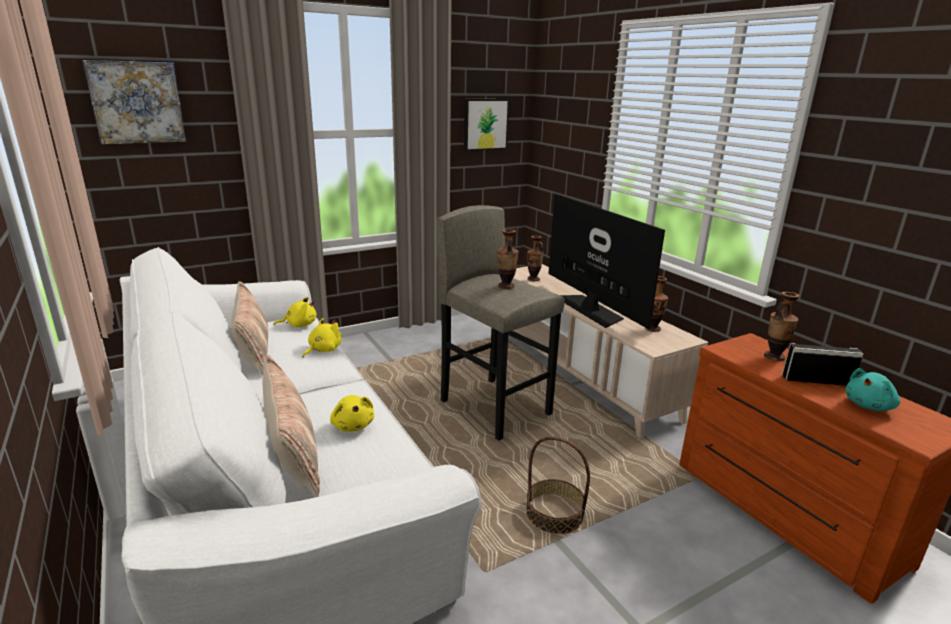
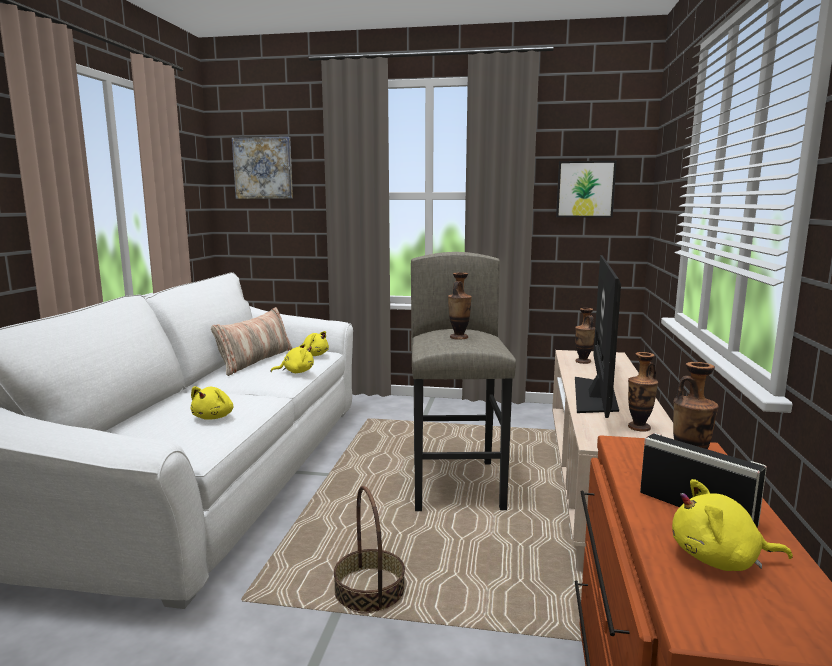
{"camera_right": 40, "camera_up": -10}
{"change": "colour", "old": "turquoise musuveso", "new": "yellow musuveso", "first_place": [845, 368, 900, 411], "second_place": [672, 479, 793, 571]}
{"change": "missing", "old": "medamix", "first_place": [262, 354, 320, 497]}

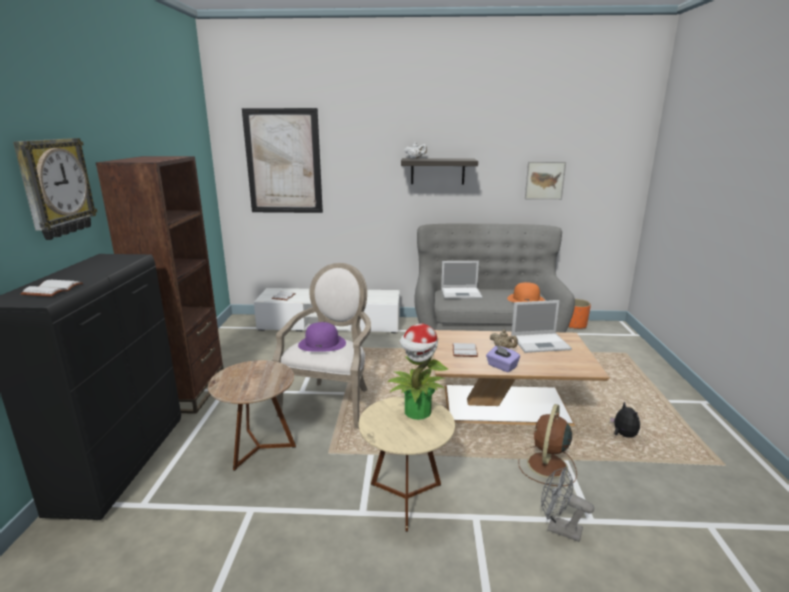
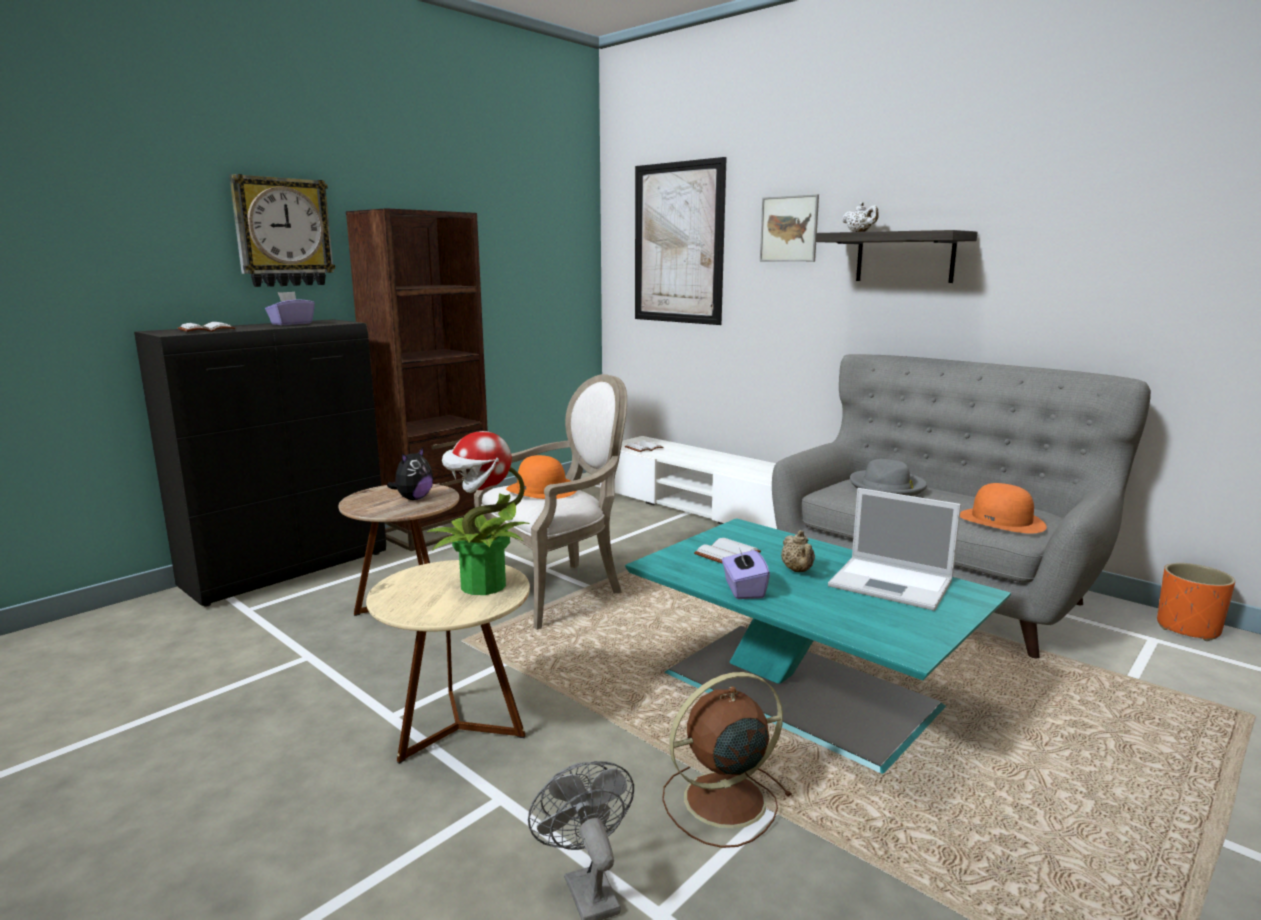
{"camera_right": 40, "camera_up": -5}
{"change": "appeared", "new": "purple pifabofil", "second_place": [265, 291, 315, 325]}
{"change": "relocated", "old": "musuveso", "first_place": [610, 402, 640, 438], "second_place": [387, 448, 433, 500]}
{"change": "colour", "old": "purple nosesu", "new": "orange nosesu", "first_place": [298, 322, 346, 352], "second_place": [506, 455, 576, 499]}
{"change": "colour", "old": "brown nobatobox", "new": "turquoise nobatobox", "first_place": [434, 330, 610, 426], "second_place": [625, 518, 1011, 774]}
{"change": "relocated", "old": "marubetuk", "first_place": [525, 162, 566, 200], "second_place": [760, 194, 819, 262]}
{"change": "exchanged", "old": "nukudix", "new": "grey nosesu", "first_place": [441, 261, 483, 299], "second_place": [850, 459, 927, 496]}

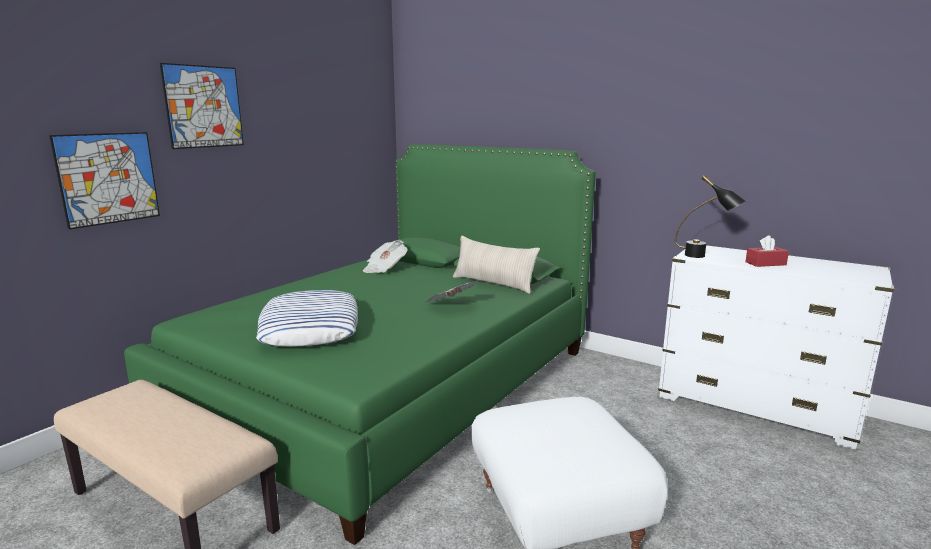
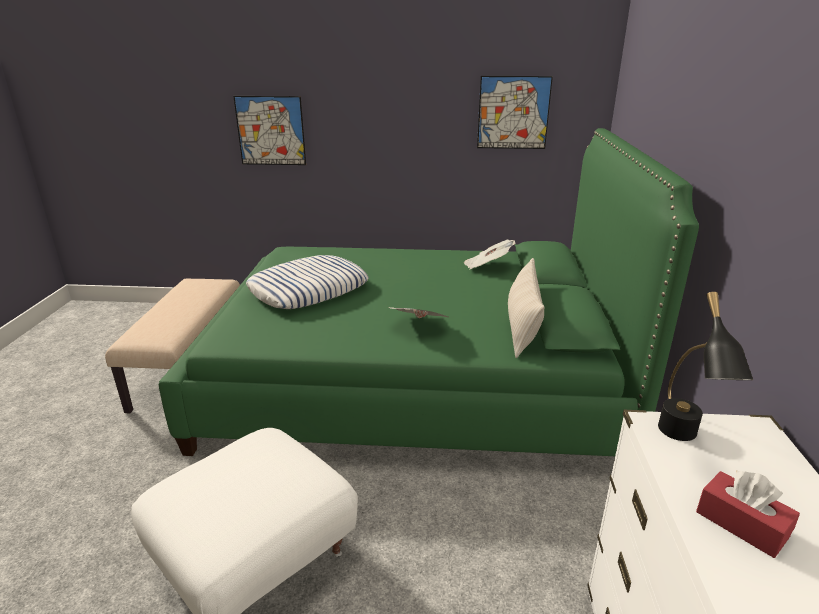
{"camera_right": 60, "camera_up": 10}
{"change": "relocated", "old": "marubetuk", "first_place": [160, 63, 244, 149], "second_place": [477, 76, 553, 149]}

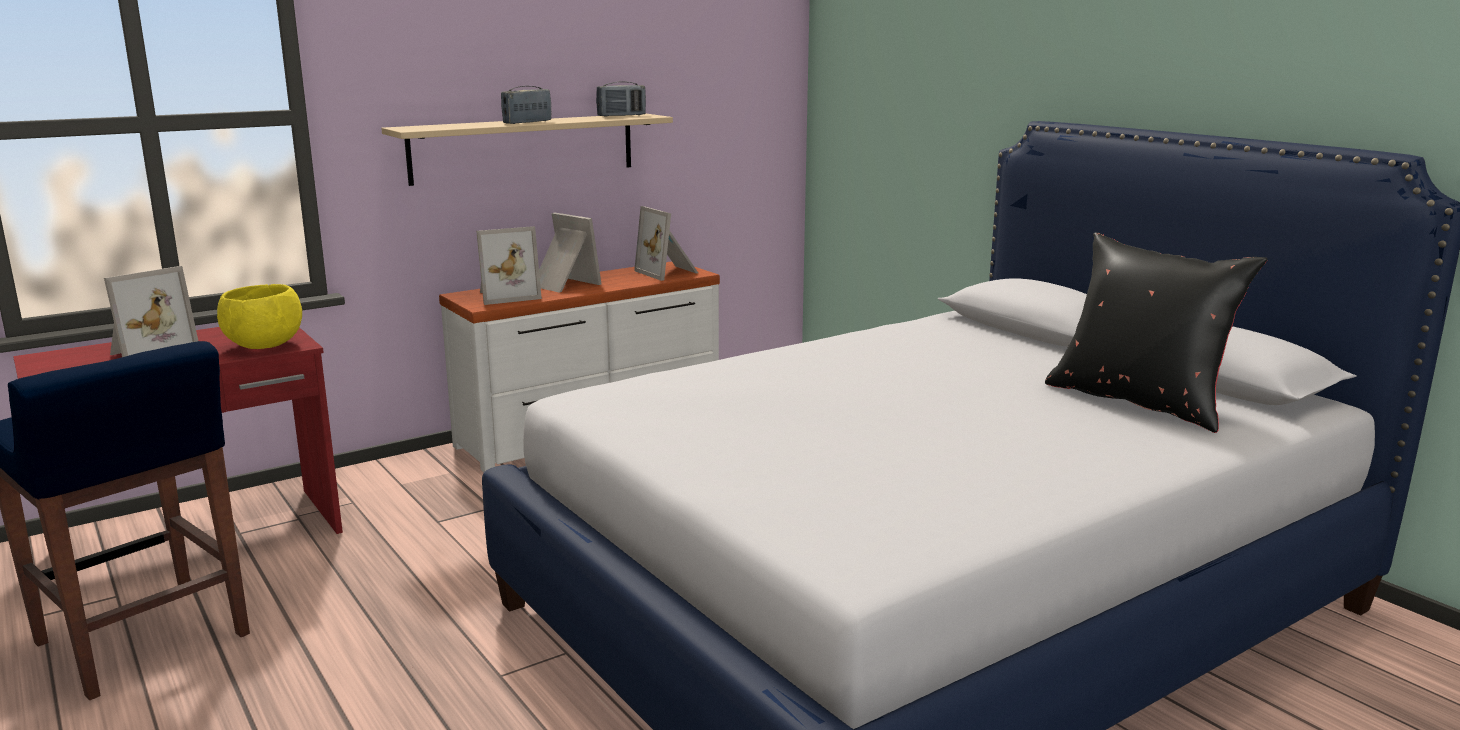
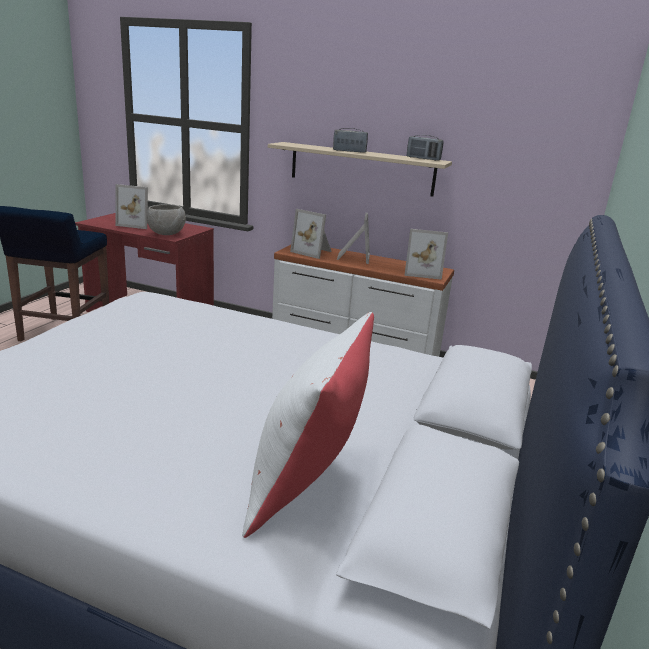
{"camera_right": 55, "camera_up": 5}
{"change": "colour", "old": "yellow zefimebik", "new": "grey zefimebik", "first_place": [217, 284, 302, 349], "second_place": [147, 204, 186, 235]}
{"change": "colour", "old": "black medamix", "new": "white medamix", "first_place": [1045, 232, 1268, 433], "second_place": [242, 312, 374, 538]}
{"change": "spun", "old": "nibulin", "first_place": [634, 206, 698, 281], "second_place": [405, 229, 448, 280], "degrees": -105}

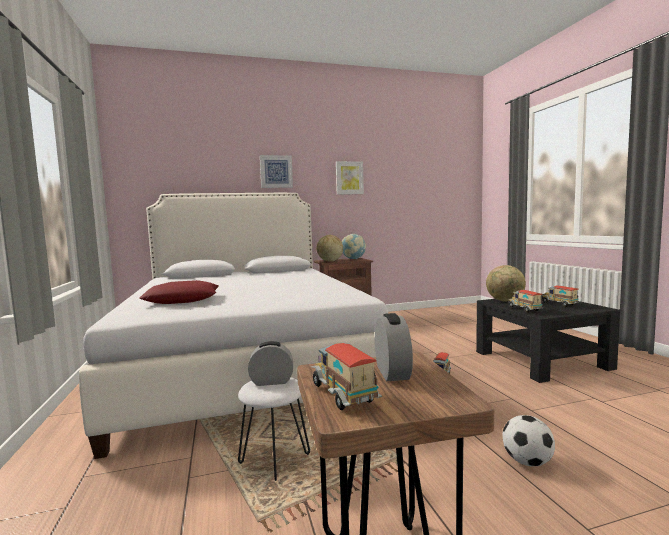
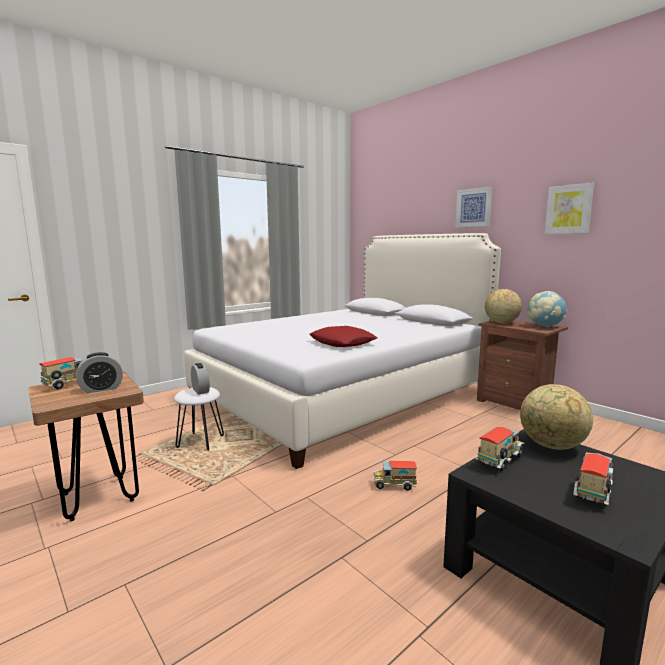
{"camera_right": 65, "camera_up": 5}
{"change": "relocated", "old": "red medamix", "first_place": [140, 280, 219, 304], "second_place": [309, 326, 377, 347]}
{"change": "missing", "old": "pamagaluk", "first_place": [503, 415, 555, 466]}

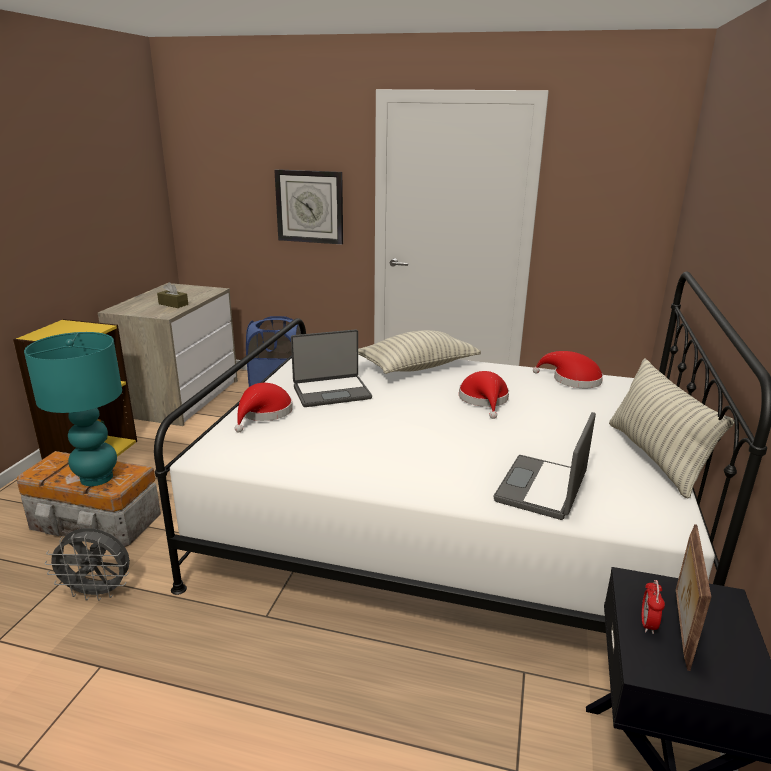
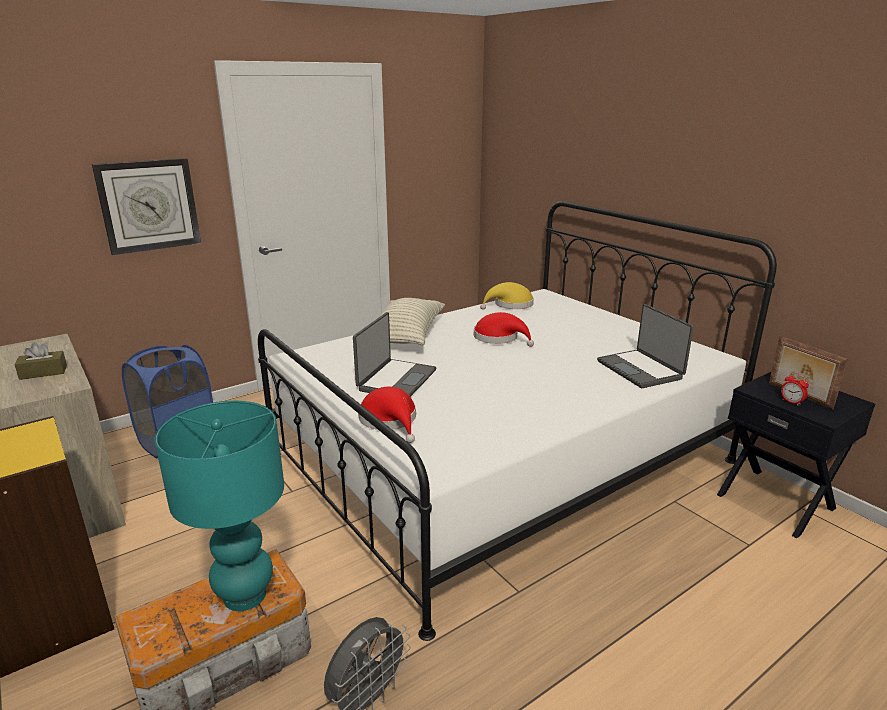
{"camera_right": -50, "camera_up": 0}
{"change": "colour", "old": "red nosesu", "new": "yellow nosesu", "first_place": [533, 351, 603, 388], "second_place": [480, 282, 534, 309]}
{"change": "missing", "old": "medamix", "first_place": [609, 358, 734, 498]}

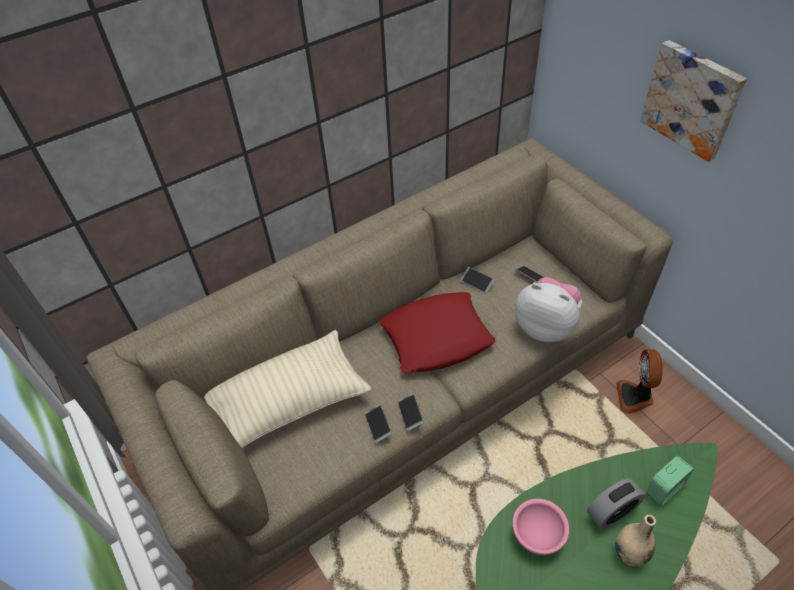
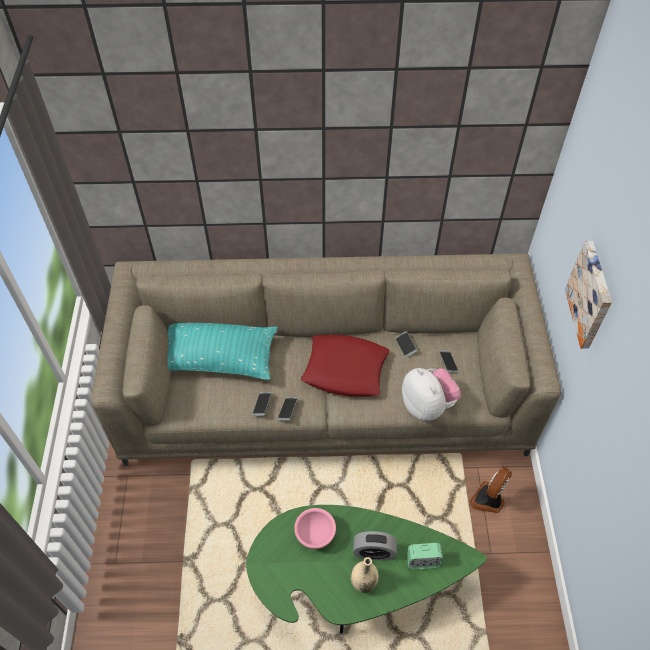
{"camera_right": 30, "camera_up": 5}
{"change": "colour", "old": "beige medamix", "new": "turquoise medamix", "first_place": [204, 330, 372, 448], "second_place": [167, 323, 278, 381]}

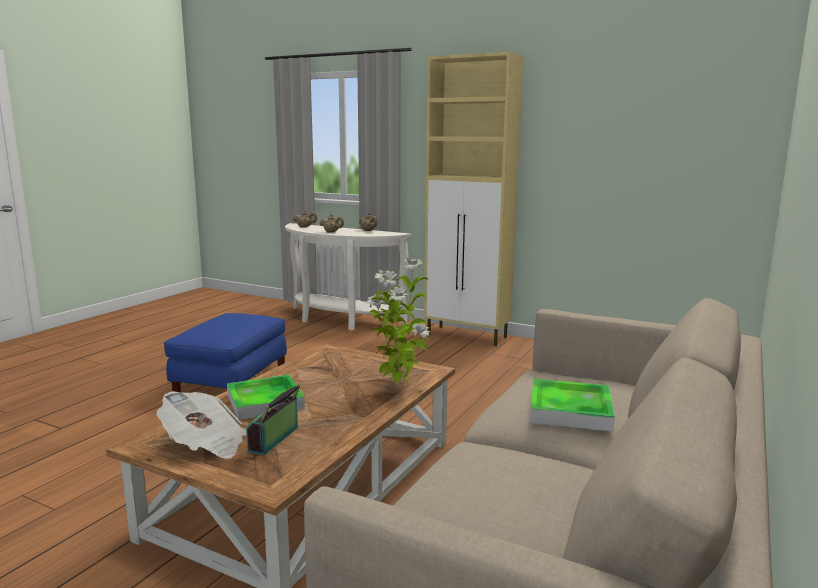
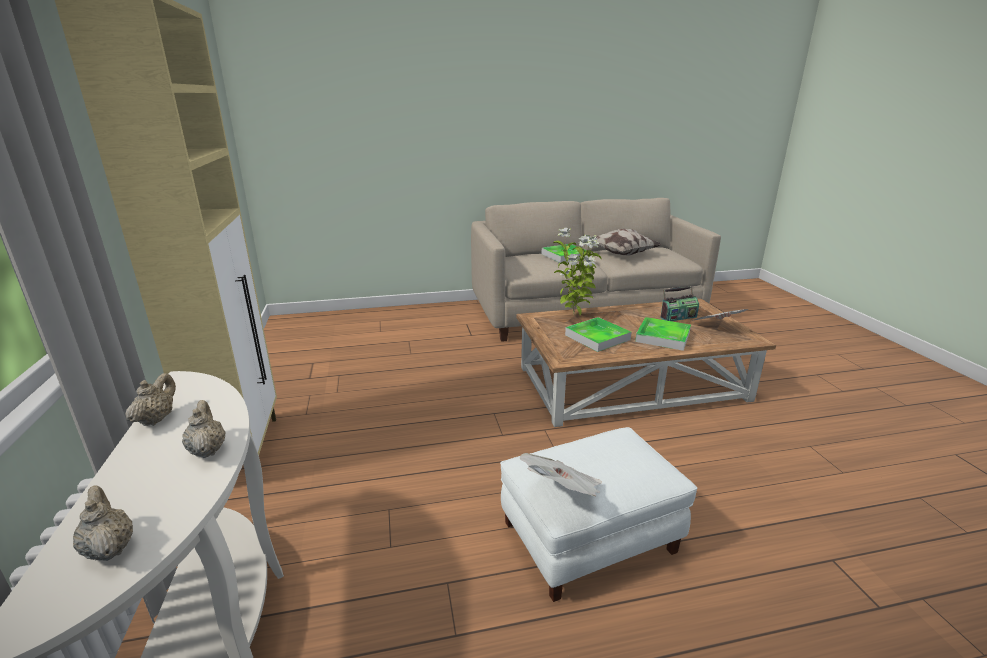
{"camera_right": -130, "camera_up": 10}
{"change": "colour", "old": "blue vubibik", "new": "white vubibik", "first_place": [164, 313, 287, 392], "second_place": [500, 427, 698, 602]}
{"change": "appeared", "new": "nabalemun", "second_place": [520, 453, 602, 496]}
{"change": "appeared", "new": "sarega", "second_place": [565, 317, 631, 352]}
{"change": "appeared", "new": "medamix", "second_place": [592, 229, 662, 256]}

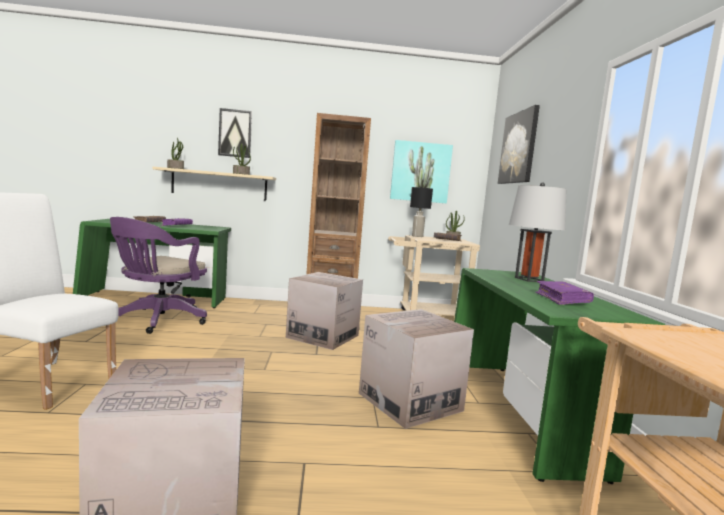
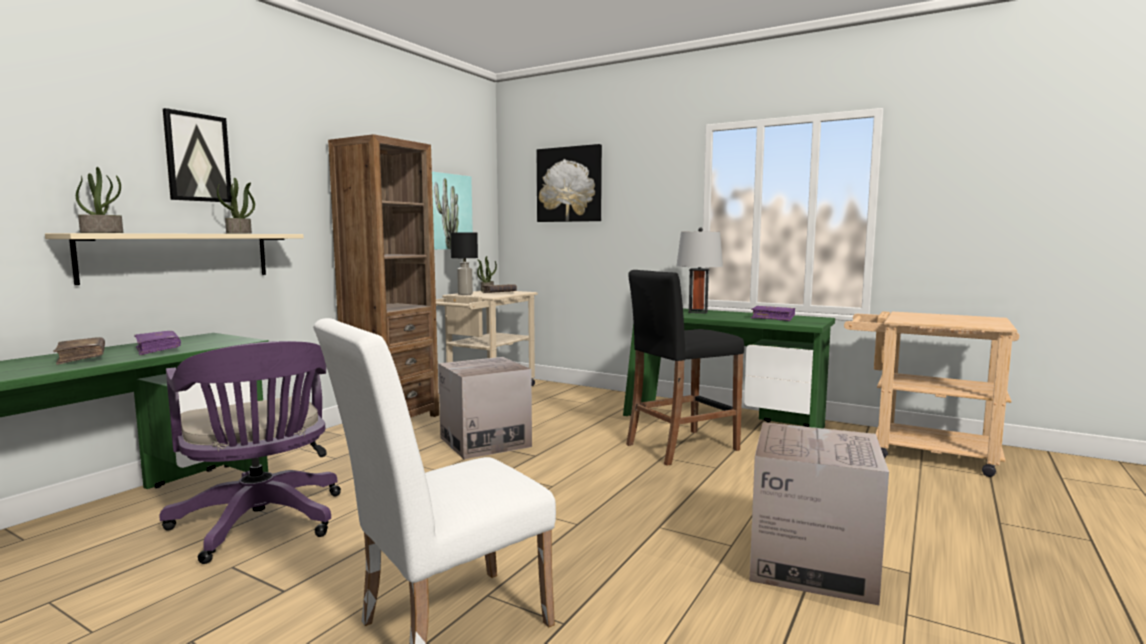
{"camera_right": -55, "camera_up": 0}
{"change": "exchanged", "old": "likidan", "new": "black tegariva", "first_place": [359, 309, 474, 429], "second_place": [626, 270, 744, 465]}

